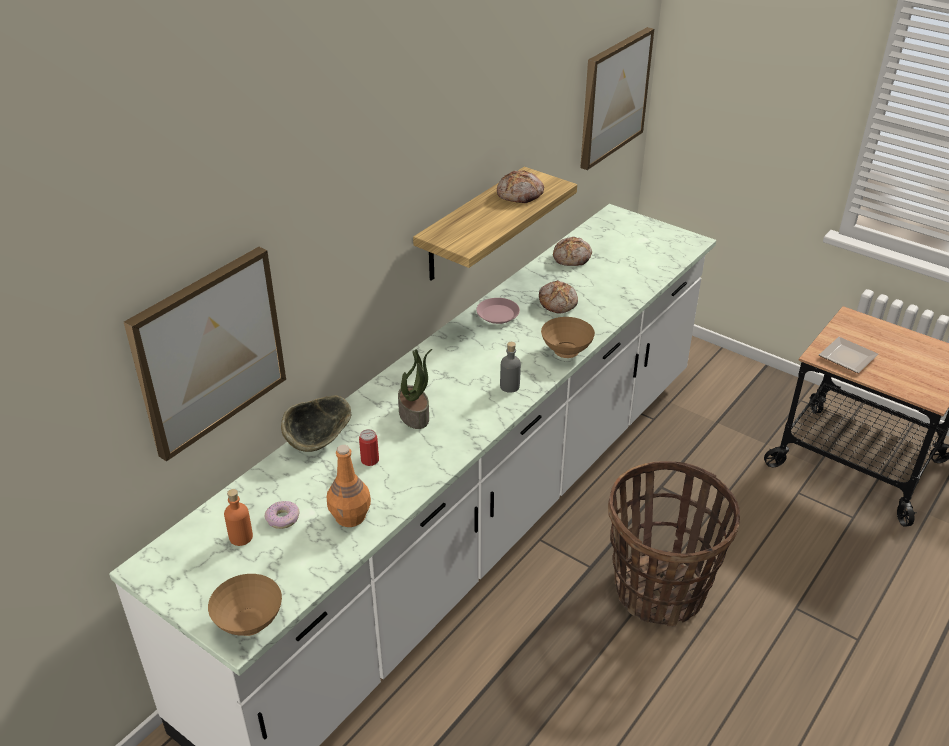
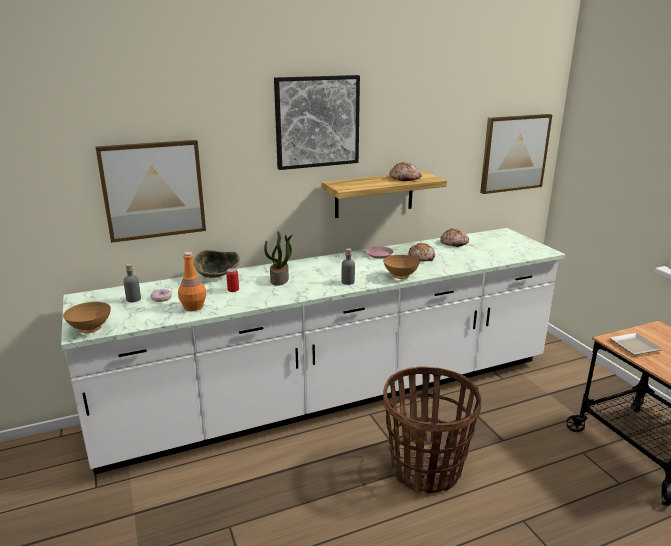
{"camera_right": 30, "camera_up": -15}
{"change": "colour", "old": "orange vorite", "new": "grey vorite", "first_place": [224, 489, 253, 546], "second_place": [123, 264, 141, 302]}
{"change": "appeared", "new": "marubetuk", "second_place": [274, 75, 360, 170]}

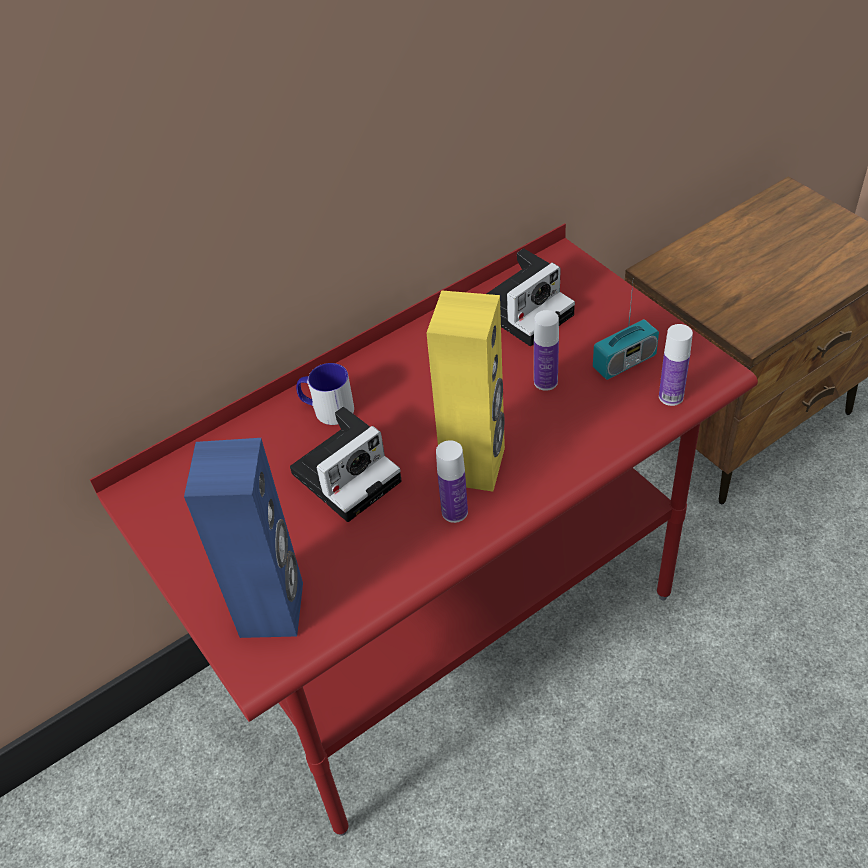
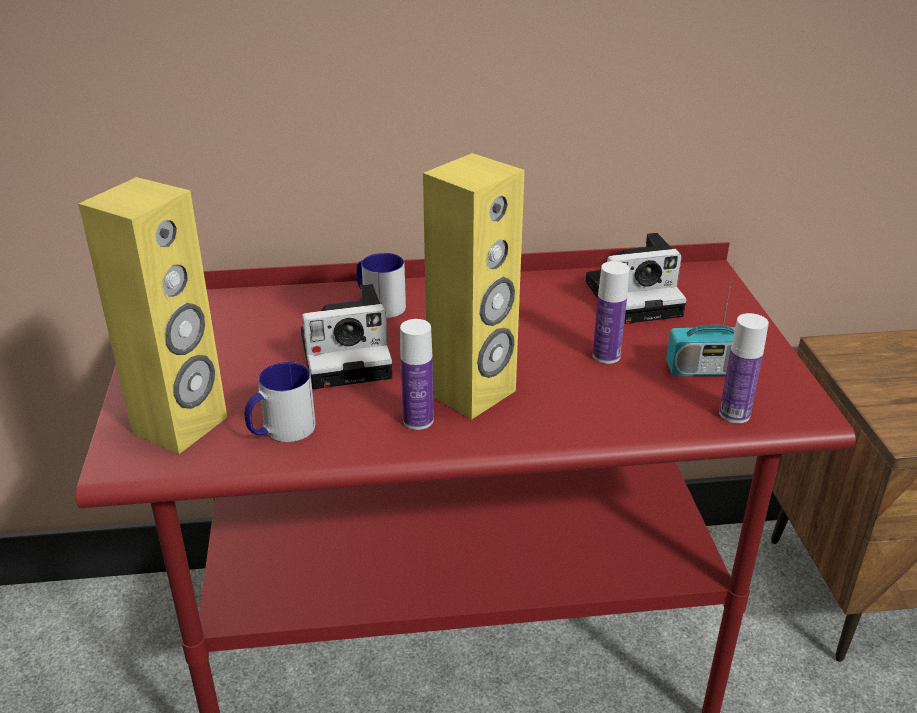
{"camera_right": 25, "camera_up": -15}
{"change": "colour", "old": "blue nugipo", "new": "yellow nugipo", "first_place": [184, 438, 303, 638], "second_place": [78, 177, 227, 454]}
{"change": "appeared", "new": "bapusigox", "second_place": [245, 362, 316, 442]}

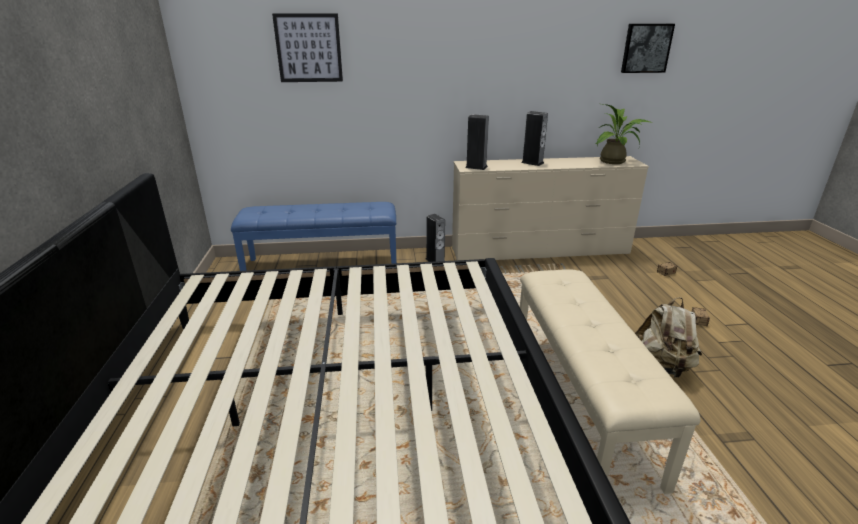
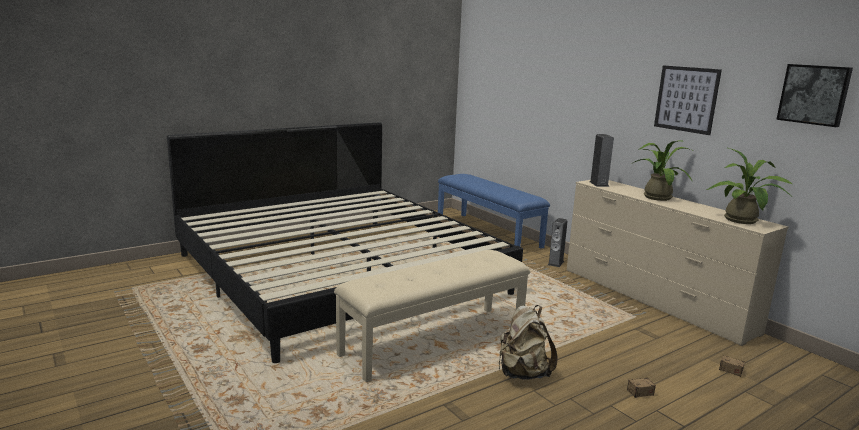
{"camera_right": 60, "camera_up": -10}
{"change": "exchanged", "old": "nugipo", "new": "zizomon", "first_place": [521, 111, 548, 166], "second_place": [633, 140, 694, 201]}
{"change": "relocated", "old": "marubetuk", "first_place": [272, 13, 343, 82], "second_place": [654, 65, 722, 135]}

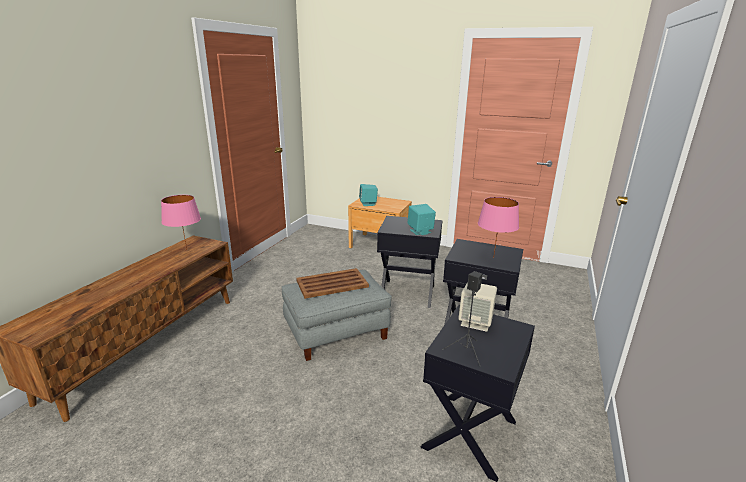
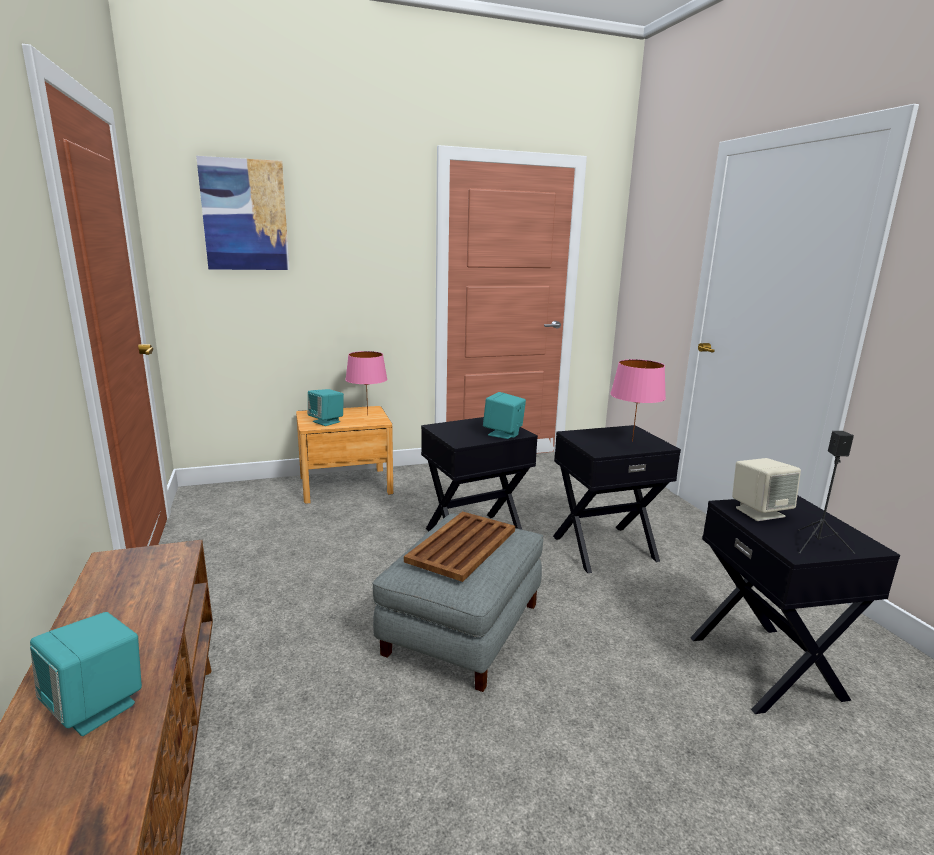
{"camera_right": -40, "camera_up": -5}
{"change": "appeared", "new": "turquoise nugipo", "second_place": [30, 612, 142, 736]}
{"change": "appeared", "new": "marubetuk", "second_place": [196, 156, 289, 270]}
{"change": "relocated", "old": "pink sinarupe", "first_place": [161, 195, 201, 250], "second_place": [345, 351, 387, 416]}

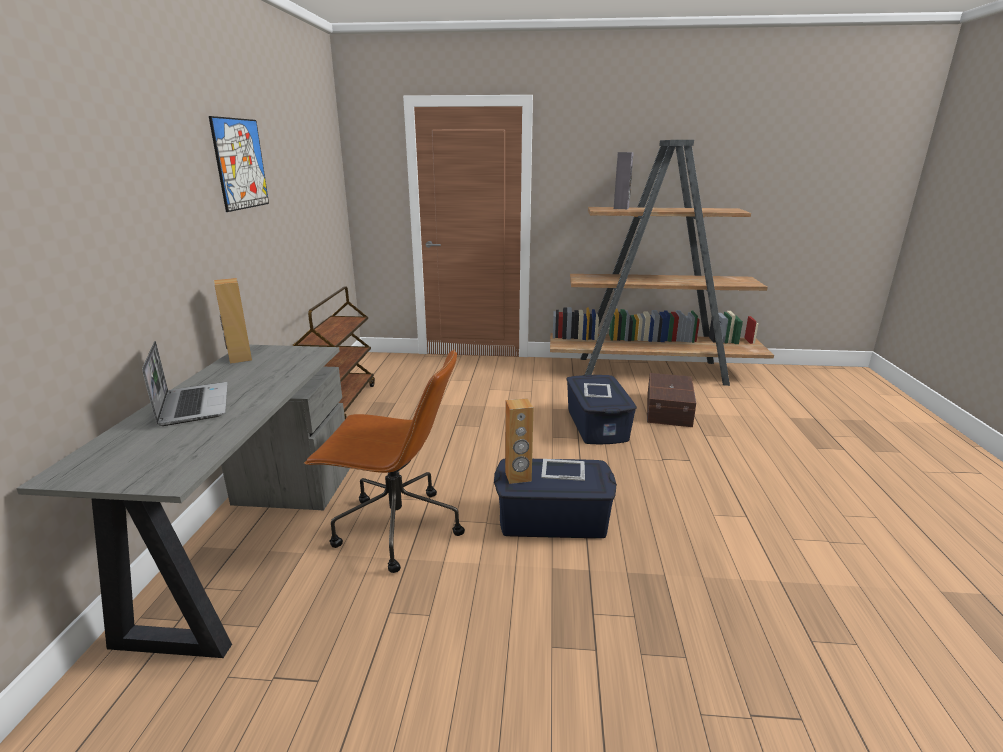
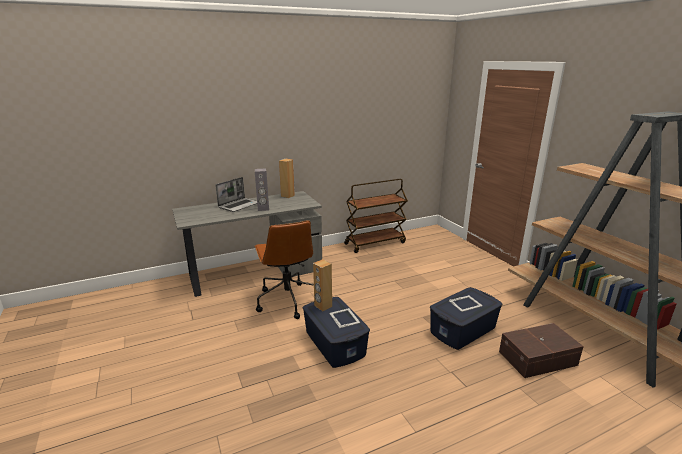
{"camera_right": 60, "camera_up": 0}
{"change": "relocated", "old": "grey nugipo", "first_place": [614, 152, 634, 209], "second_place": [255, 168, 269, 211]}
{"change": "missing", "old": "marubetuk", "first_place": [209, 116, 269, 212]}

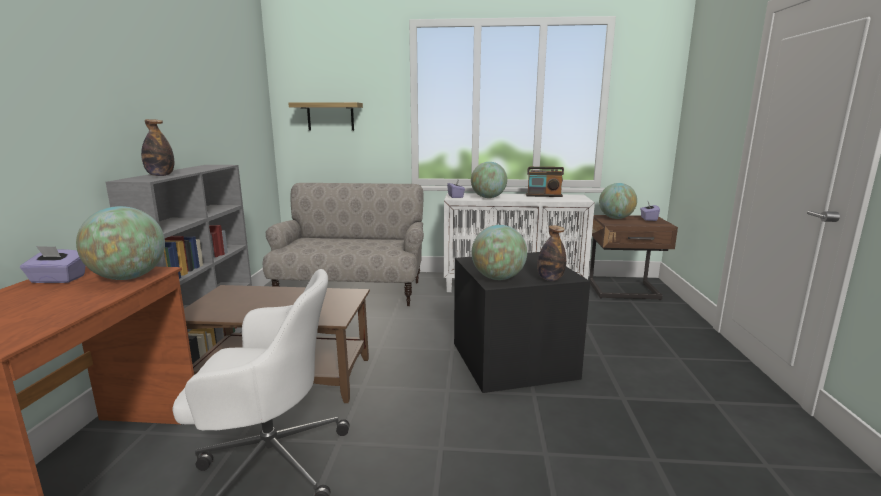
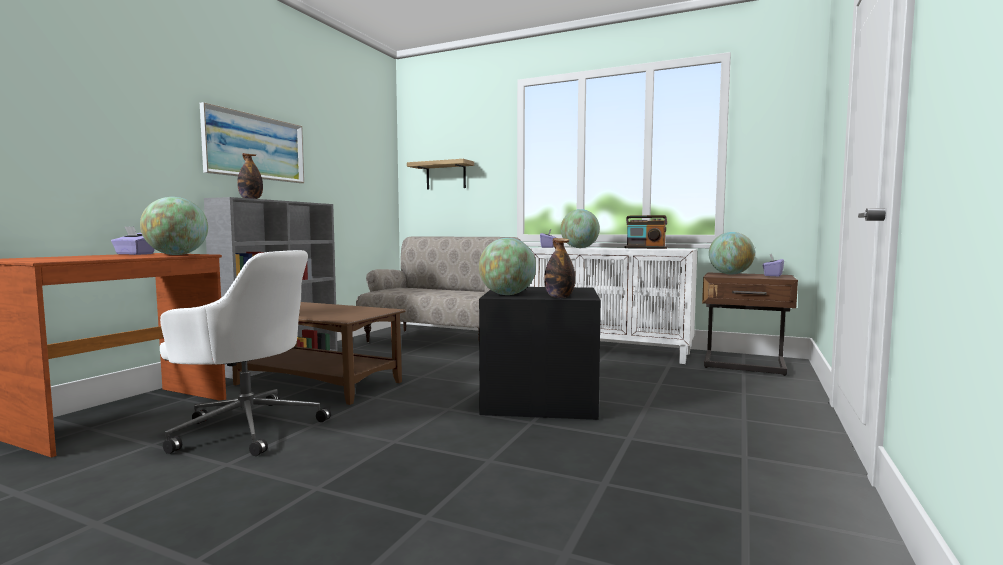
{"camera_right": 20, "camera_up": -10}
{"change": "appeared", "new": "marubetuk", "second_place": [200, 102, 304, 183]}

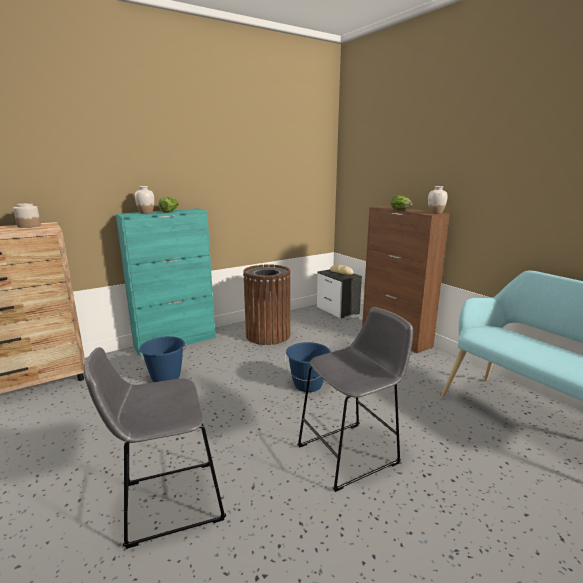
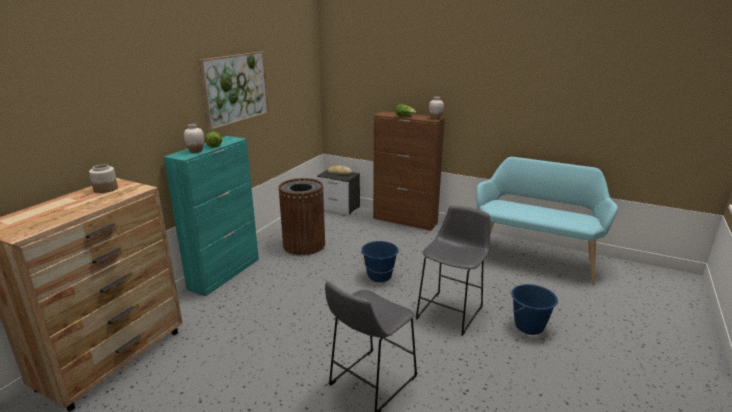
{"camera_right": -30, "camera_up": 5}
{"change": "appeared", "new": "marubetuk", "second_place": [199, 51, 269, 130]}
{"change": "relocated", "old": "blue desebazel", "first_place": [139, 336, 186, 382], "second_place": [511, 284, 558, 335]}

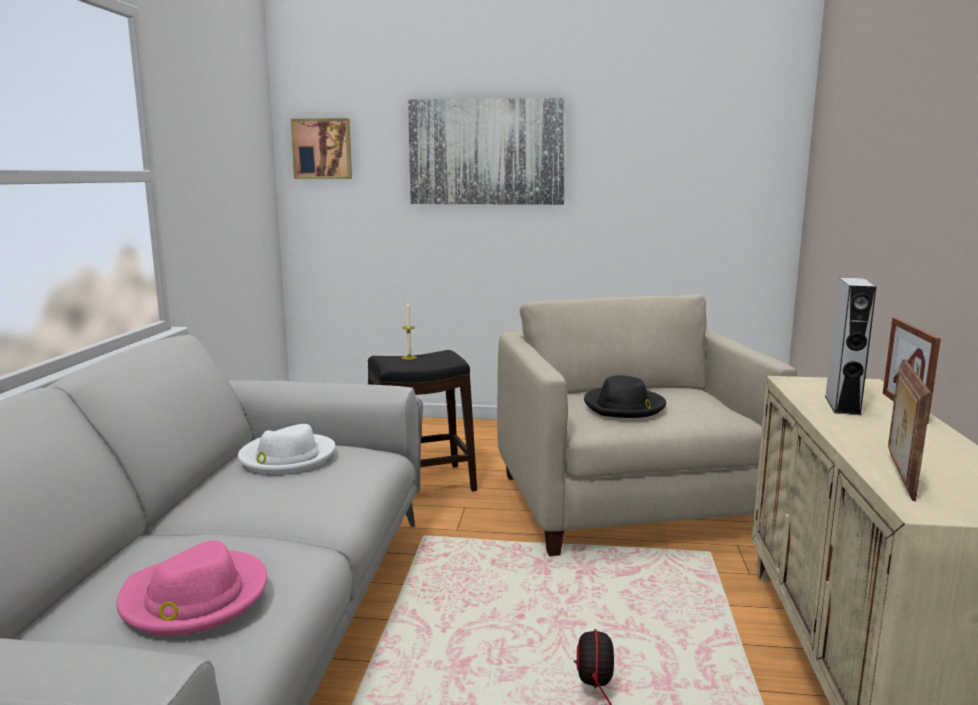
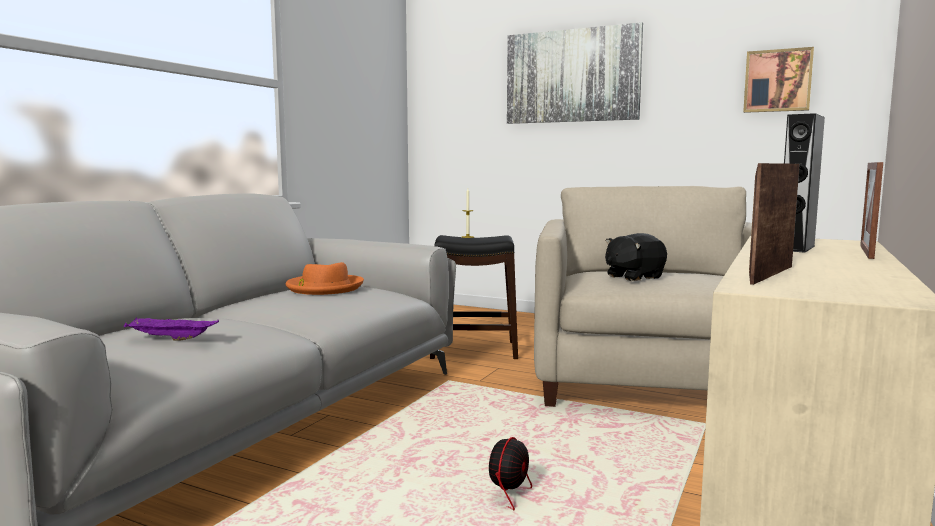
{"camera_right": 20, "camera_up": -5}
{"change": "exchanged", "old": "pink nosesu", "new": "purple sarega", "first_place": [116, 541, 267, 635], "second_place": [124, 317, 219, 341]}
{"change": "colour", "old": "white nosesu", "new": "orange nosesu", "first_place": [238, 424, 335, 474], "second_place": [286, 262, 364, 295]}
{"change": "exchanged", "old": "black nosesu", "new": "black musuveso", "first_place": [584, 375, 666, 418], "second_place": [605, 233, 667, 281]}
{"change": "relocated", "old": "marubetuk", "first_place": [291, 118, 352, 179], "second_place": [743, 47, 814, 113]}

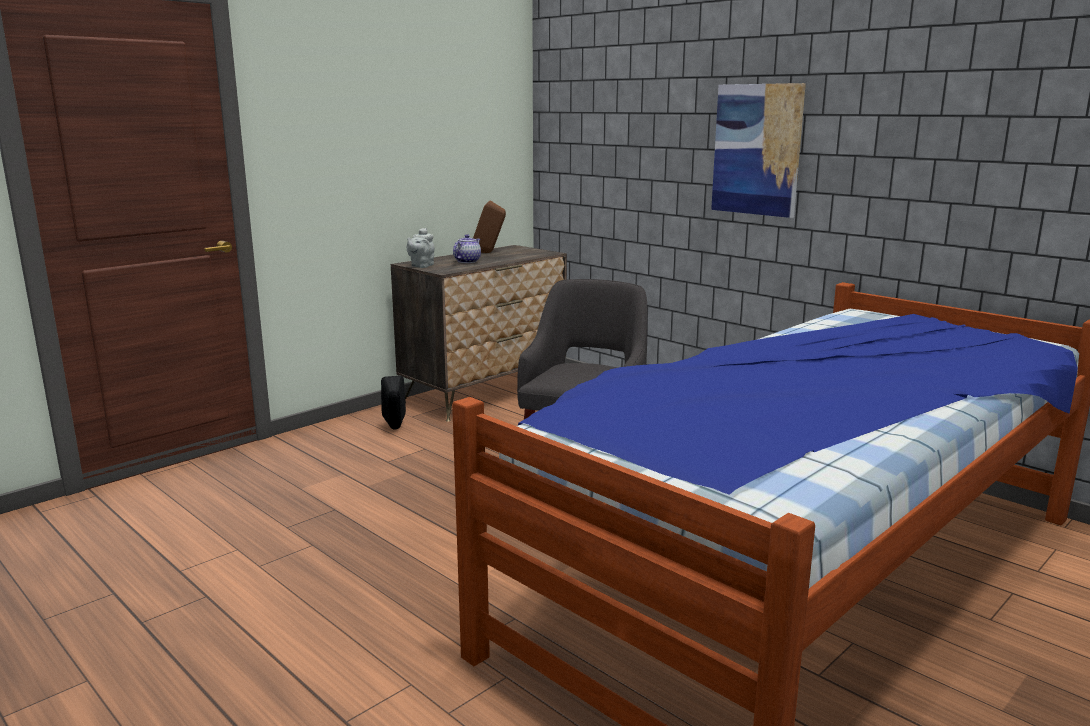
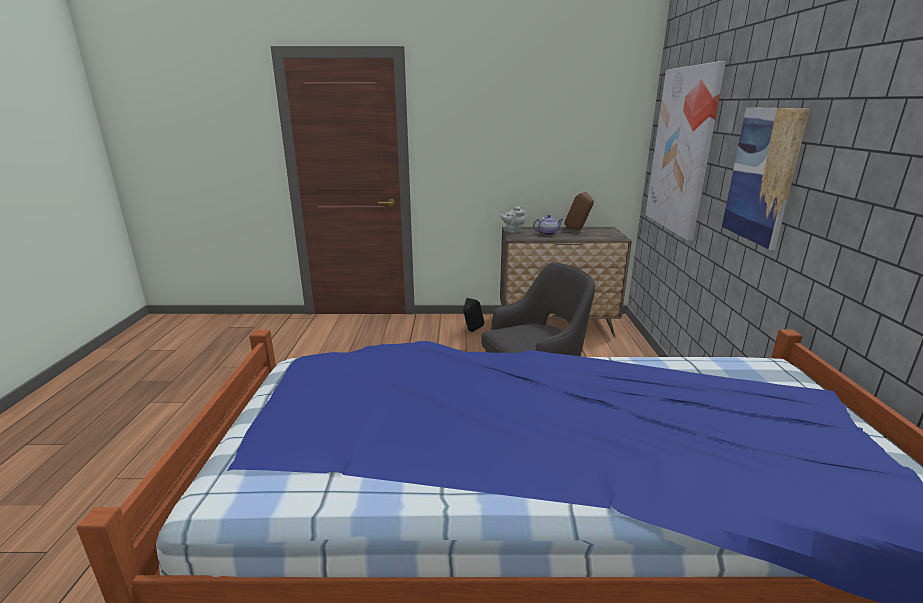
{"camera_right": 45, "camera_up": 5}
{"change": "appeared", "new": "marubetuk", "second_place": [645, 61, 726, 241]}

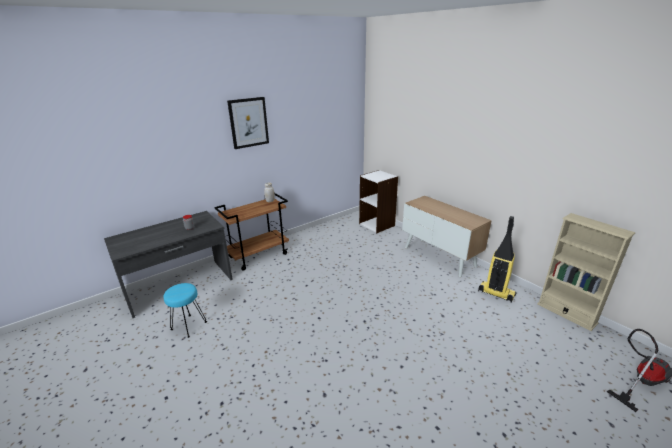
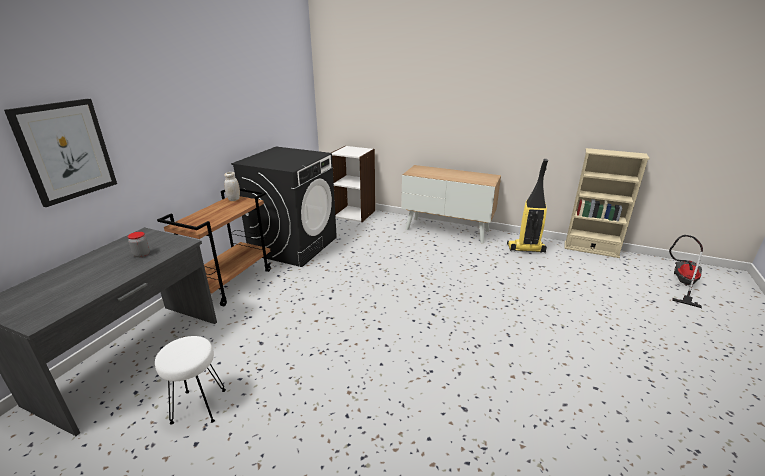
{"camera_right": -30, "camera_up": 0}
{"change": "relocated", "old": "marubetuk", "first_place": [227, 97, 269, 149], "second_place": [4, 99, 117, 207]}
{"change": "colour", "old": "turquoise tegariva", "new": "white tegariva", "first_place": [164, 283, 207, 338], "second_place": [155, 336, 226, 425]}
{"change": "appeared", "new": "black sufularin", "second_place": [231, 147, 337, 267]}

